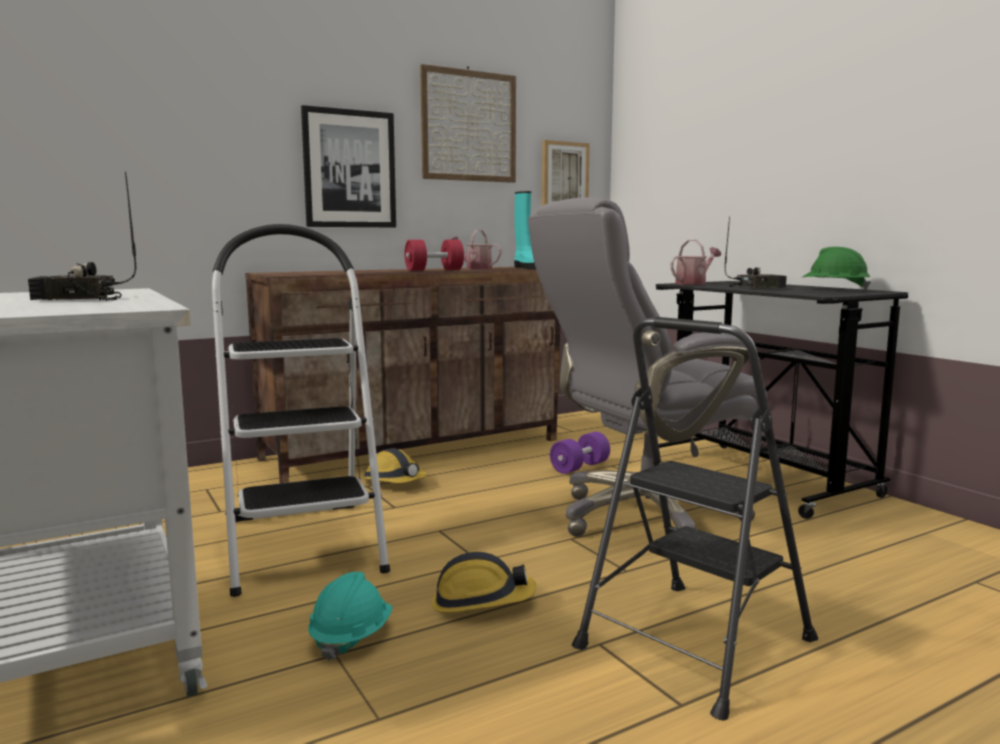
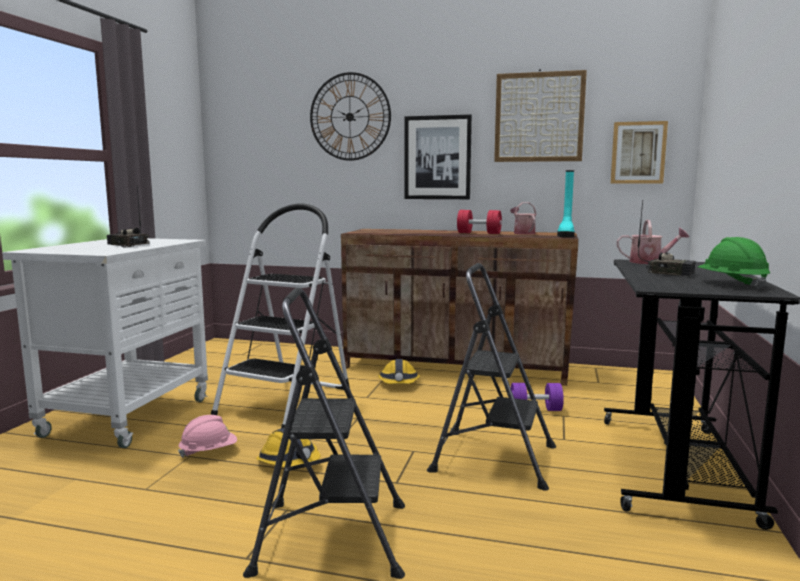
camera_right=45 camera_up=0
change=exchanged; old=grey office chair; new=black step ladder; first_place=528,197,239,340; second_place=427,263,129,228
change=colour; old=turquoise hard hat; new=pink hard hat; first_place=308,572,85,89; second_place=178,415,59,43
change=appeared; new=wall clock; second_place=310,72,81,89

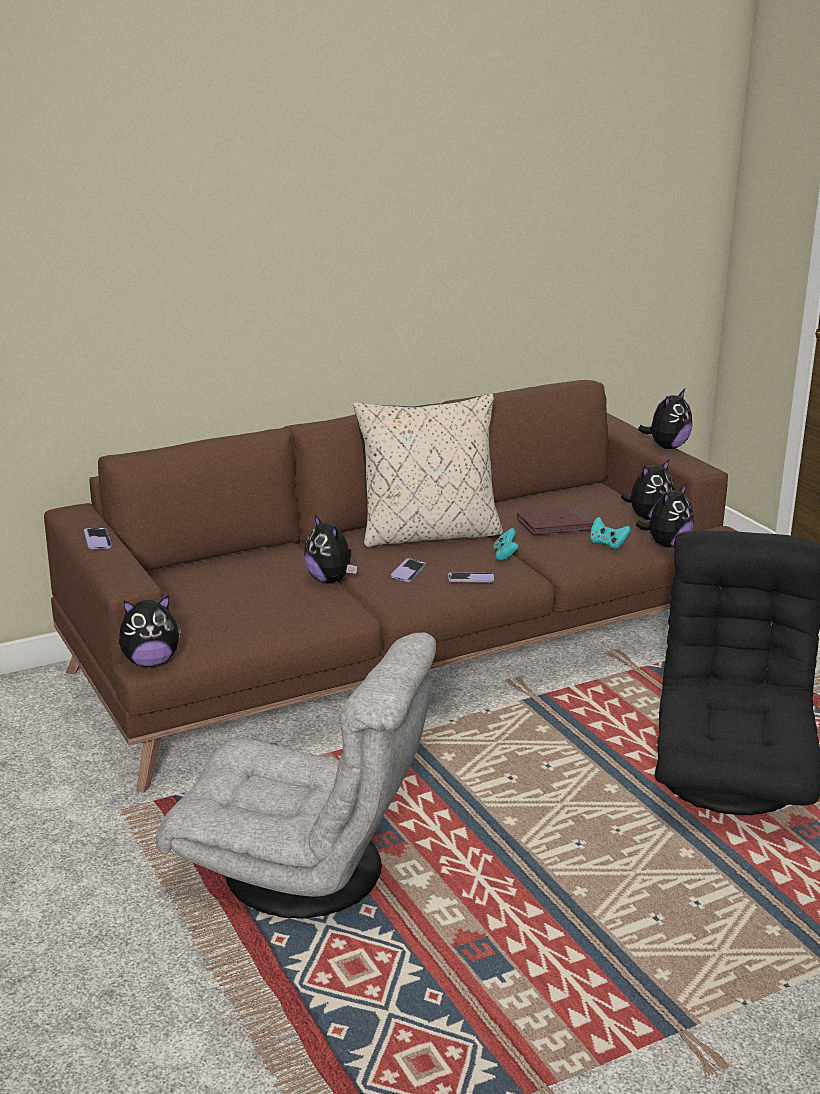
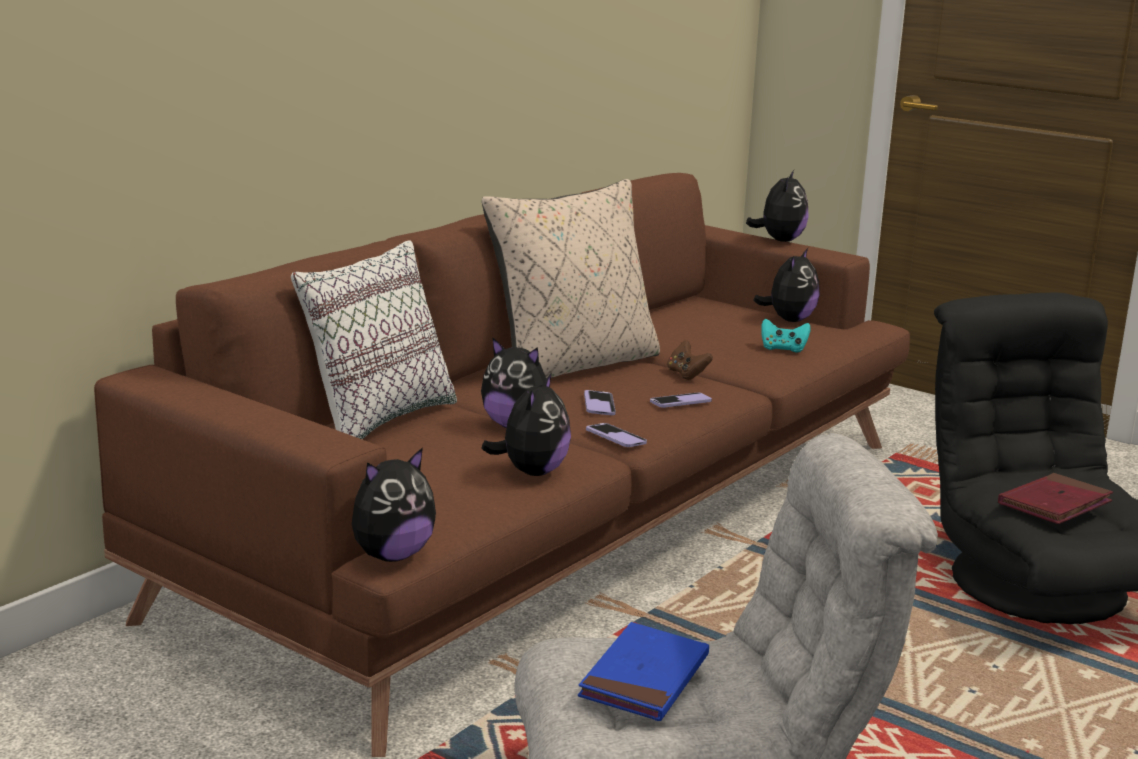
camera_right=-25 camera_up=-5
change=relocated; old=plush toy; first_place=636,483,58,65; second_place=481,372,90,104
change=relocated; old=red book; first_place=517,507,78,28; second_place=998,473,115,51
change=relocated; old=phone; first_place=84,528,28,21; second_place=586,423,61,24
change=colour; old=turquoise game controller; new=brown game controller; first_place=493,528,26,33; second_place=667,340,46,40
change=appeared; new=white pillow; second_place=291,240,166,200
change=appeared; new=blue book; second_place=578,622,131,99

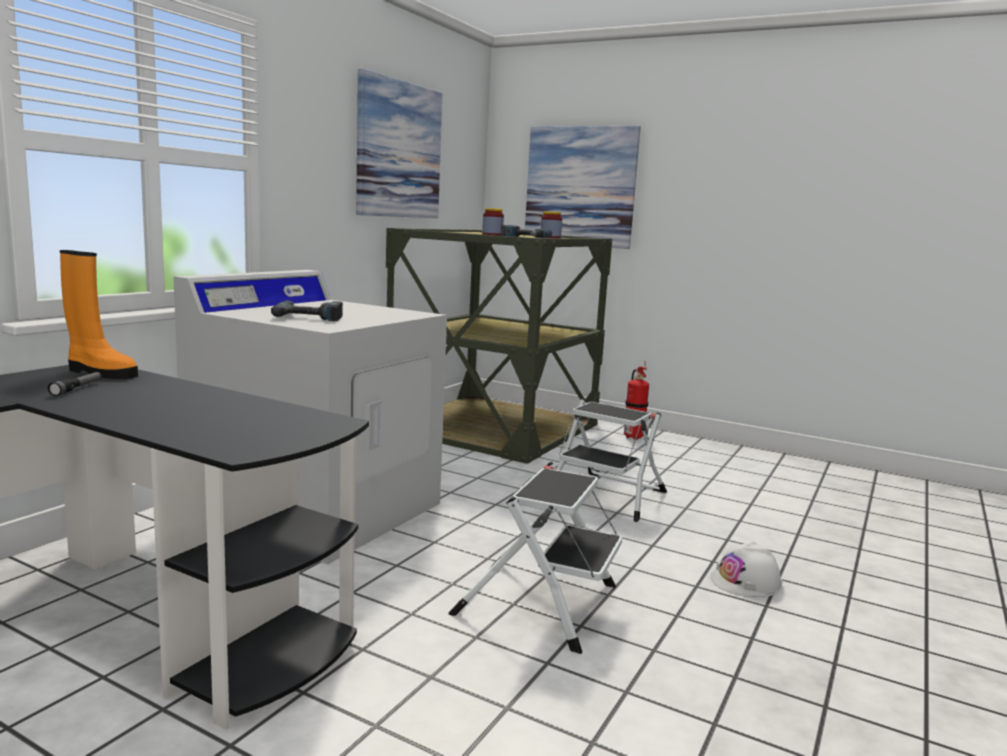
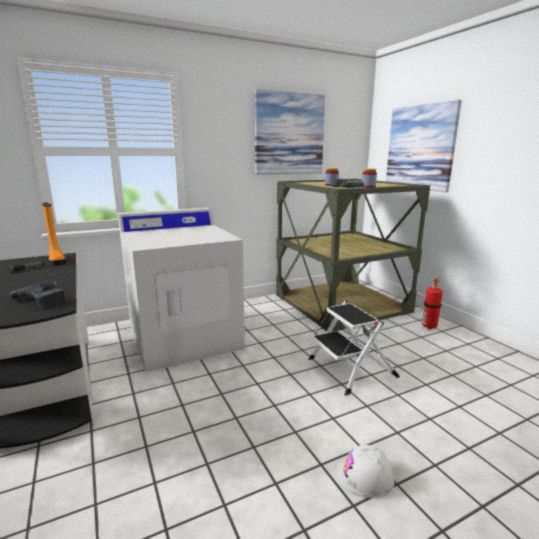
camera_right=35 camera_up=5
change=relocated; old=power drill; first_place=271,300,72,21; second_place=10,281,56,27
change=missing; old=step ladder; first_place=448,462,174,192

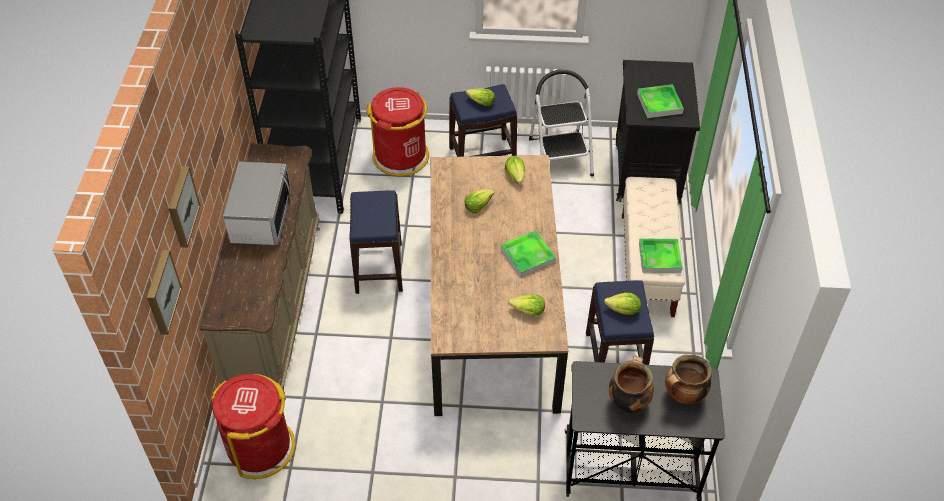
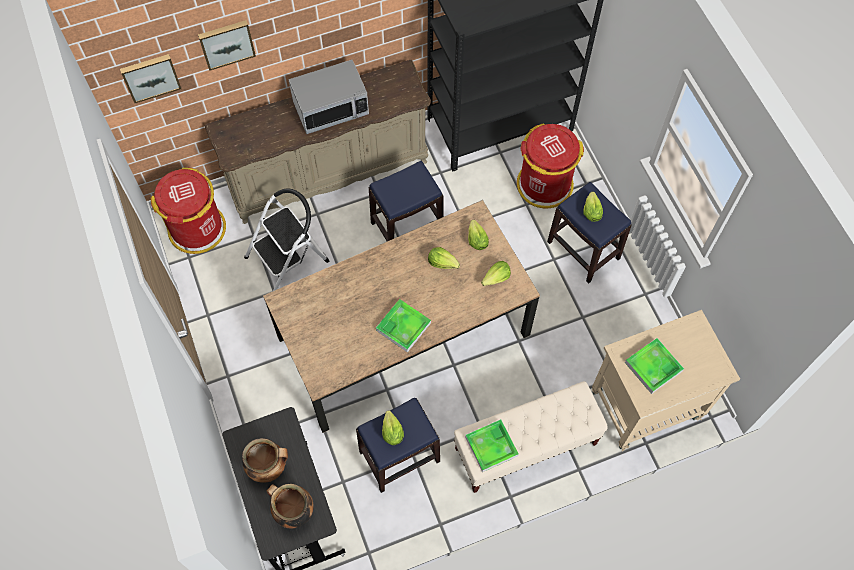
camera_right=65 camera_up=15
change=colour; old=black cart; new=beige cart; first_place=615,60,85,144; second_place=592,310,148,141
change=relocated; old=step ladder; first_place=529,69,65,107; second_place=244,189,85,102
change=relocated; old=lettuce; first_place=508,295,37,21; second_place=468,220,21,30

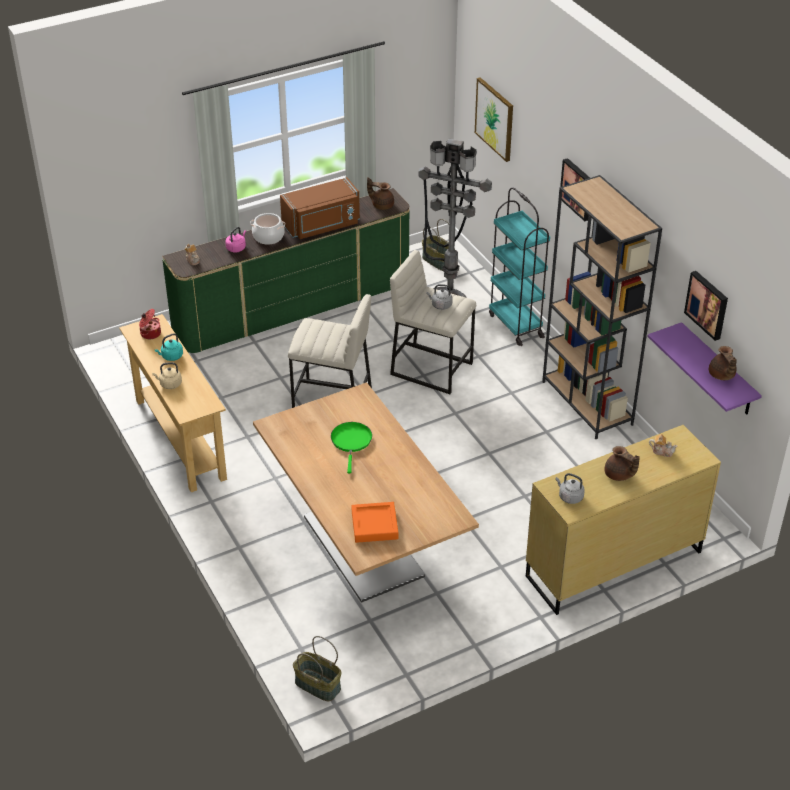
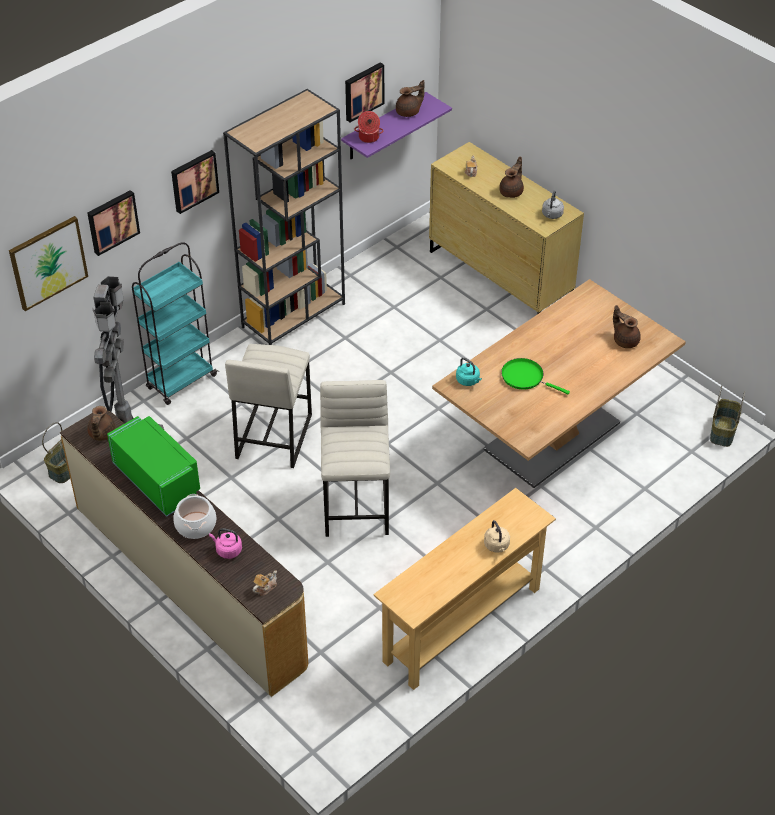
camera_right=-105 camera_up=5
change=colour; old=brown microwave; new=green microwave; first_place=280,177,80,62; second_place=107,416,93,101
change=colour; old=green cabinet; new=brown cabinet; first_place=162,188,247,165; second_place=60,410,248,287
change=missing; old=grey kettle; first_place=427,284,25,26
change=relocated; old=cooking pot; first_place=139,309,22,30; second_place=354,111,29,32
change=relocated; old=turquoise kettle; first_place=155,333,28,28; second_place=456,358,26,28
change=spun; old=green frying pan; first_place=331,422,41,51; second_place=501,358,69,36; degrees=45
change=exchanged; old=orange tray; new=brown teapot; first_place=352,502,46,41; second_place=613,305,28,43
change=appeared; new=picture; second_place=87,190,53,66

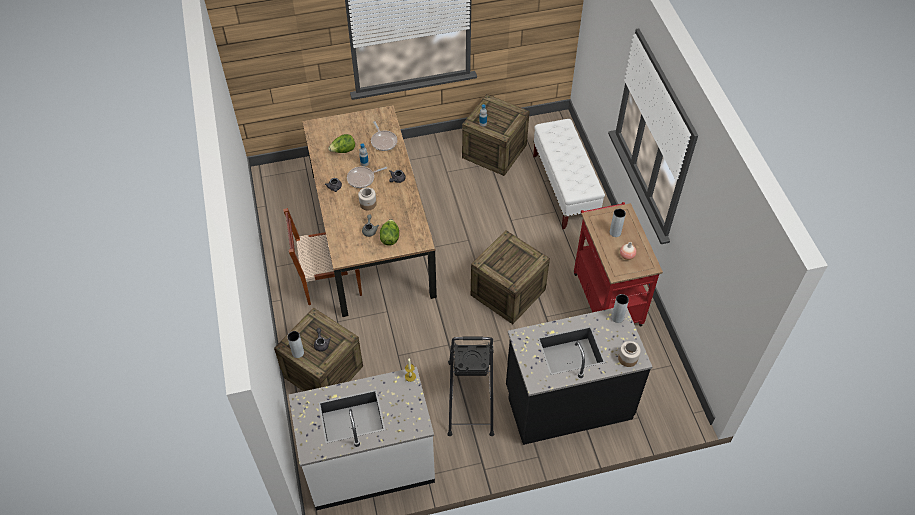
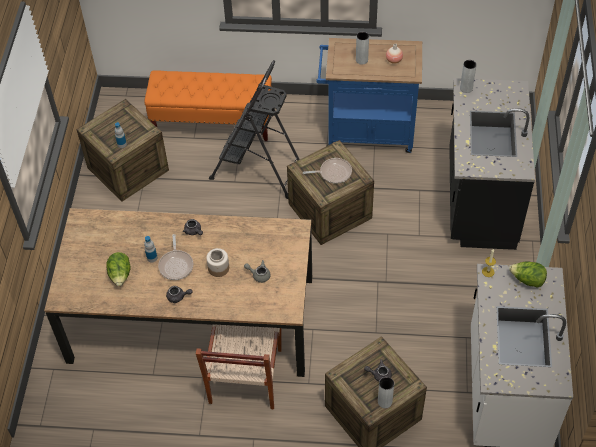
camera_right=-70 camera_up=0
change=colour; old=white bench; new=orange bench; first_place=533,119,72,110; second_place=145,71,127,70
change=relocated; old=frying pan; first_place=371,121,26,30; second_place=303,158,49,26
change=colour; old=red cart; new=blue cart; first_place=574,202,89,125; second_place=316,38,106,115
change=relocated; old=lettuce; first_place=380,219,19,27; second_place=509,261,38,27
change=relocated; old=step ladder; first_place=447,336,47,100; second_place=209,60,91,139
change=missing; old=jar; first_place=618,341,23,26

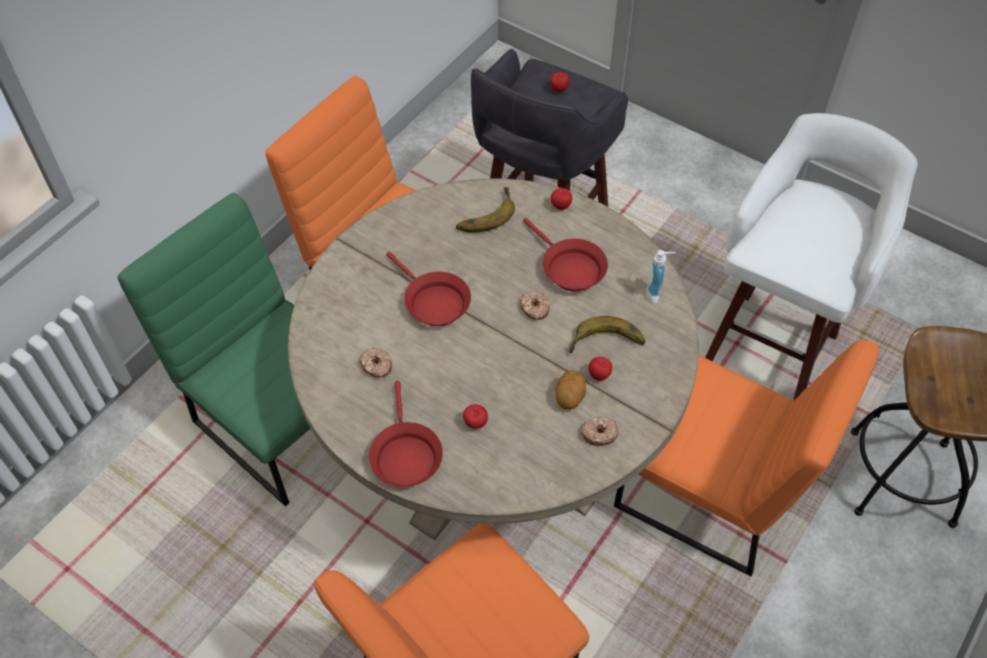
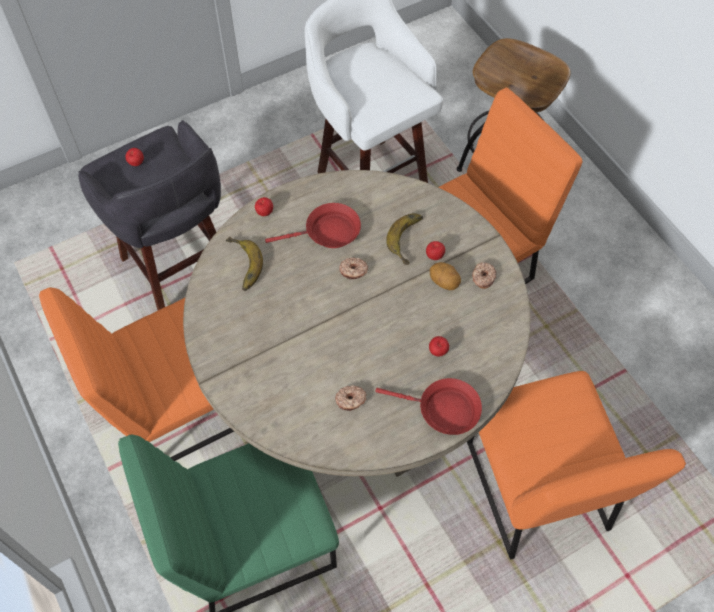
camera_right=-65 camera_up=5
change=missing; old=soap dispenser; first_place=646,250,29,54
change=missing; old=red frying pan; first_place=386,252,85,74

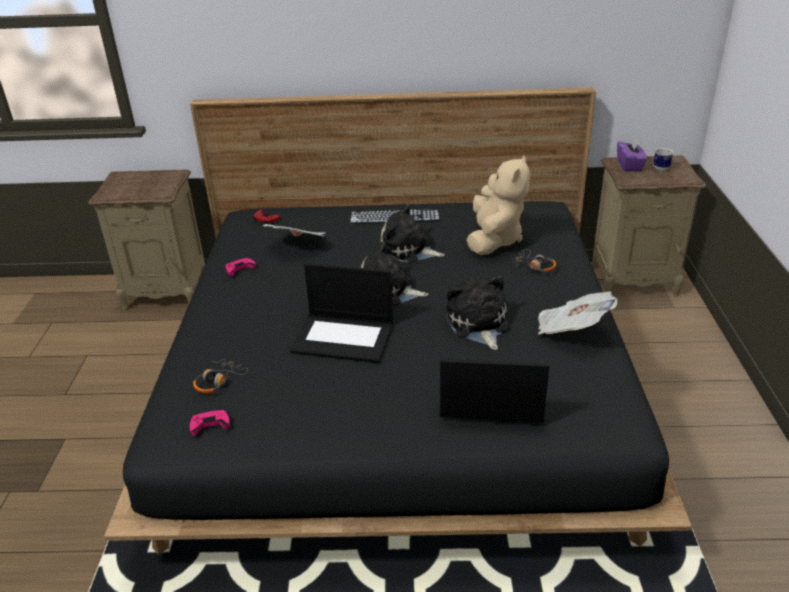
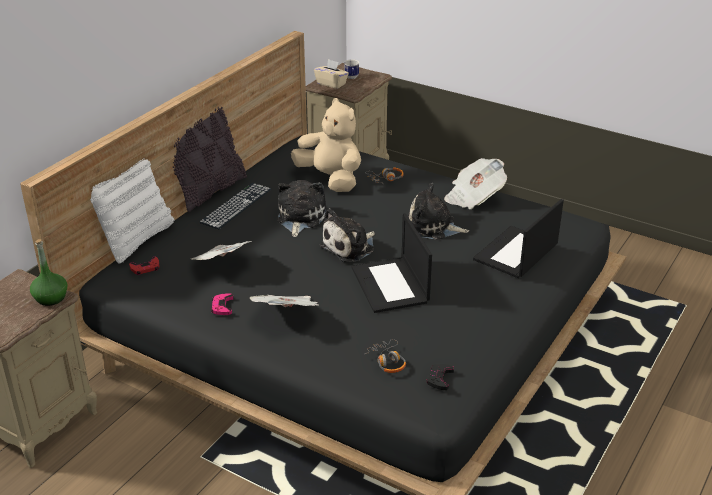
camera_right=-60 camera_up=0
change=colour; old=purple tissue box; new=beige tissue box; first_place=617,137,30,34; second_place=314,59,35,30
change=spun; old=plush toy; first_place=380,204,65,59; second_place=277,180,49,57; degrees=135
change=spun; old=laptop; first_place=290,263,103,100; second_place=351,213,81,100; degrees=120
change=colour; old=pink game controller; new=black game controller; first_place=189,409,41,27; second_place=426,364,28,26
change=appeared; new=black pillow; second_place=173,106,74,107
change=appeared; new=white pillow; second_place=90,158,85,106
change=appeared; new=green bottle; second_place=30,239,37,67
change=appeared; new=newspaper; second_place=250,295,68,12

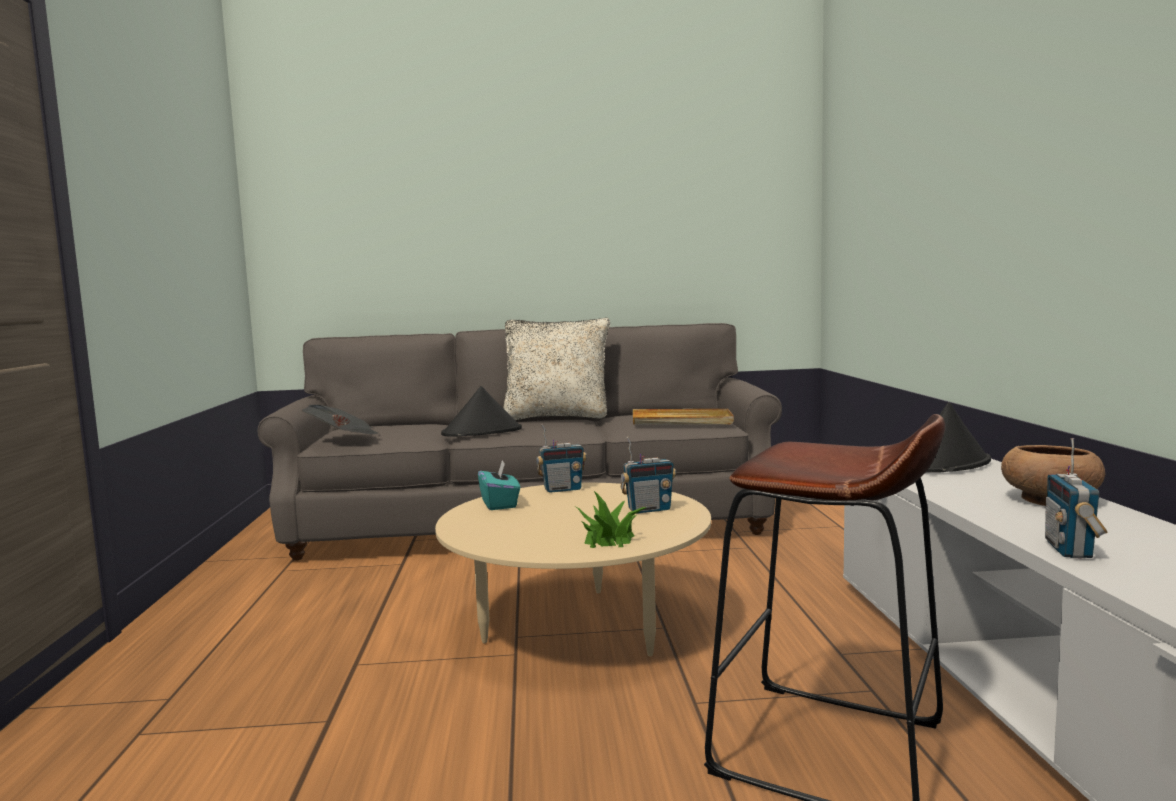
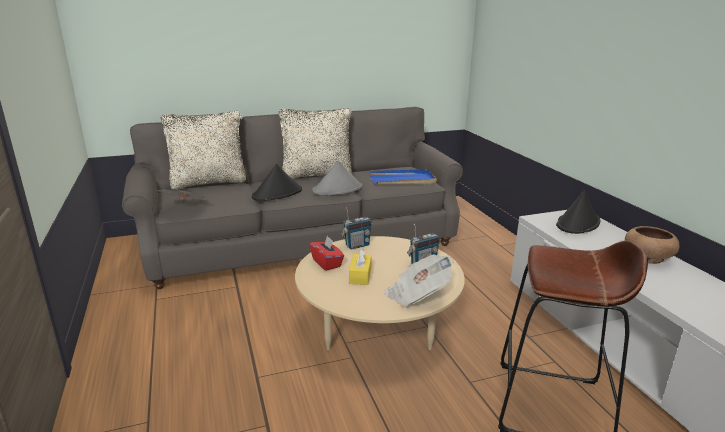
camera_right=-15 camera_up=15
change=colour; old=beige tray; new=blue tray; first_place=633,409,101,16; second_place=369,169,68,16
change=missing; old=radio; first_place=1045,438,63,120
change=colour; old=turquoise tissue box; new=red tissue box; first_place=478,459,42,51; second_place=310,236,34,35
change=exchanged; old=potted plant; new=newspaper; first_place=576,491,71,57; second_place=384,254,70,53
change=appeared; new=beige pillow; second_place=161,111,85,79
change=appeared; new=grey hat; second_place=312,160,51,35
change=appeared; new=yellow tissue box; second_place=349,249,23,36

